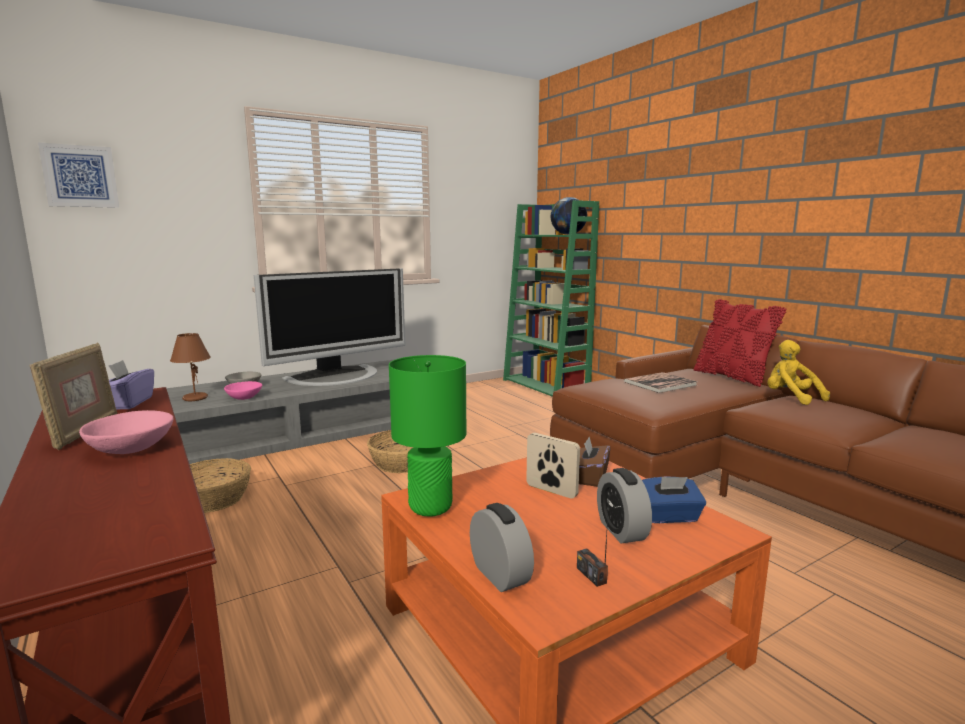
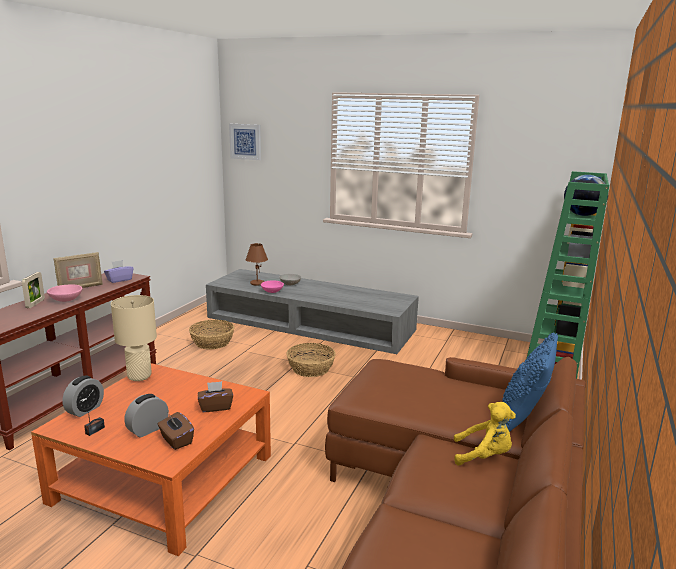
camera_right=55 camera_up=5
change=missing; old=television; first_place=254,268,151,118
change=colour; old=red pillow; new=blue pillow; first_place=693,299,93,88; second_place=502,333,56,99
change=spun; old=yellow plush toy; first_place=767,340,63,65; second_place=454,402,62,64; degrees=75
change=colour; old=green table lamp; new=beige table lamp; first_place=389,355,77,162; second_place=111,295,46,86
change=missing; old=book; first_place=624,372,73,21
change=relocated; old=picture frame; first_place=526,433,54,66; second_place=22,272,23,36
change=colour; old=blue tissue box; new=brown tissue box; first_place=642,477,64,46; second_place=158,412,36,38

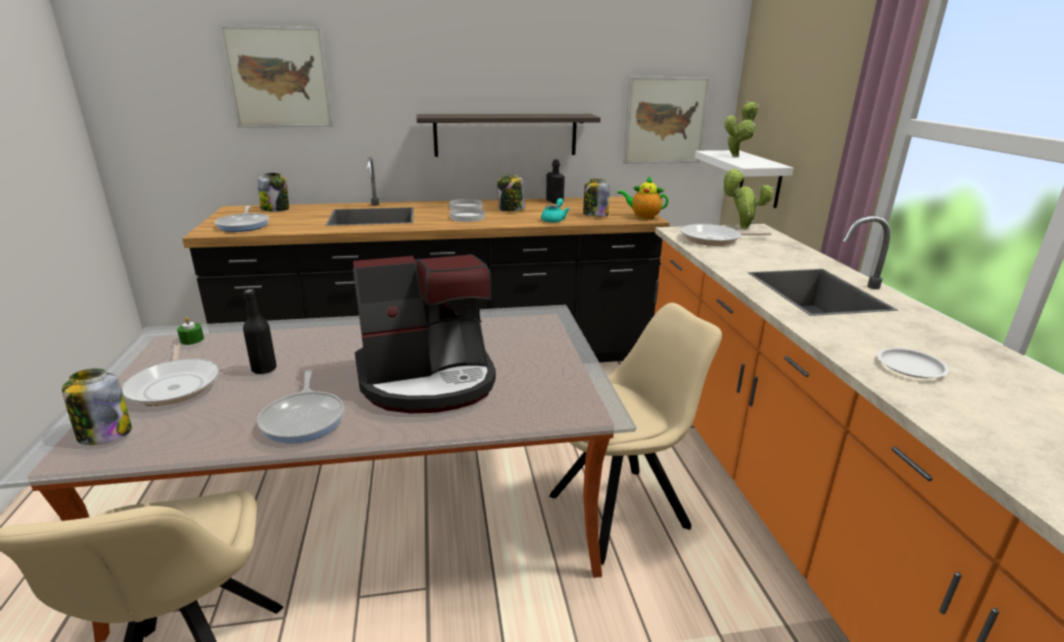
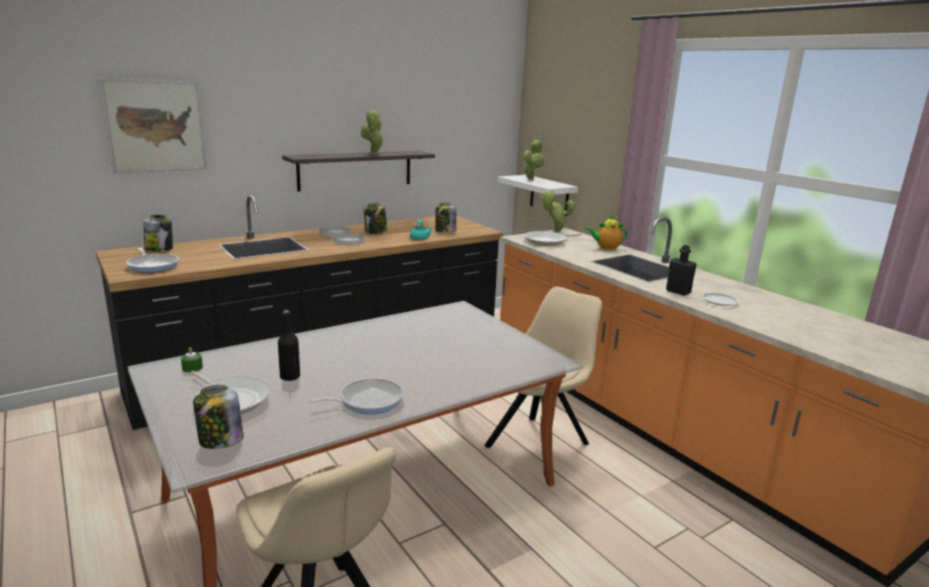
camera_right=-25 camera_up=-5
change=missing; old=picture; first_place=623,77,88,87
change=relocated; old=black bottle; first_place=546,159,19,45; second_place=666,245,31,51
change=relocated; old=teapot; first_place=618,176,50,44; second_place=585,214,42,37
change=missing; old=coffee machine; first_place=353,254,143,159
change=spun; old=frying pan; first_place=257,370,87,74; second_place=307,378,97,36; degrees=-75
change=appeared; new=potted plant; second_place=360,109,24,45

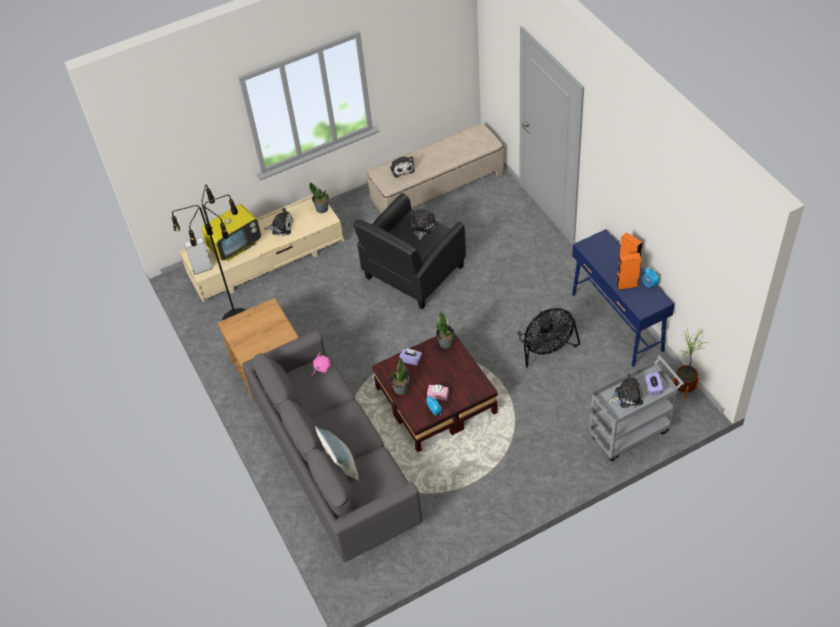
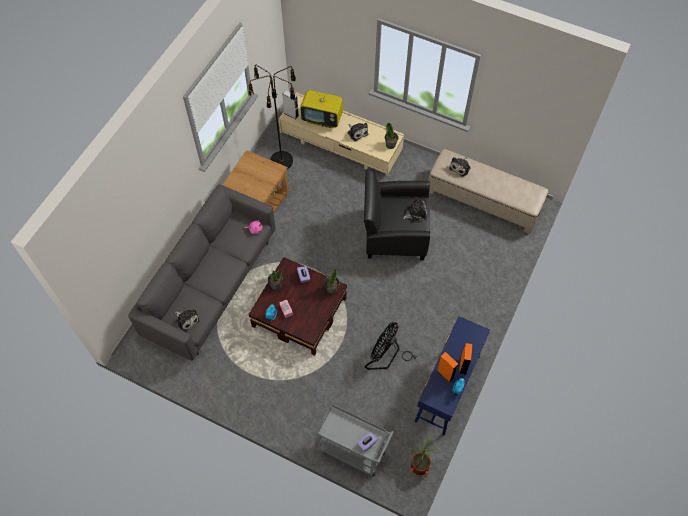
camera_right=50 camera_up=10
change=spun; old=black fan; first_place=517,308,63,60; second_place=365,322,51,48; degrees=90
change=relocated; old=plush toy; first_place=607,374,36,34; second_place=175,309,25,23
change=missing; old=pillow; first_place=315,426,44,55

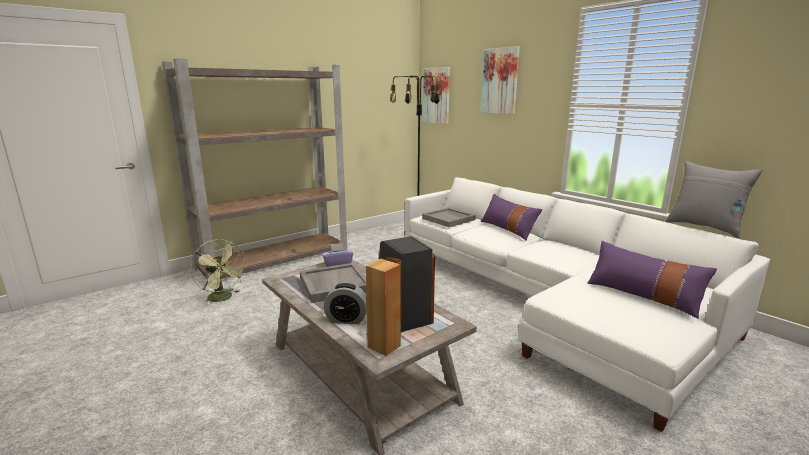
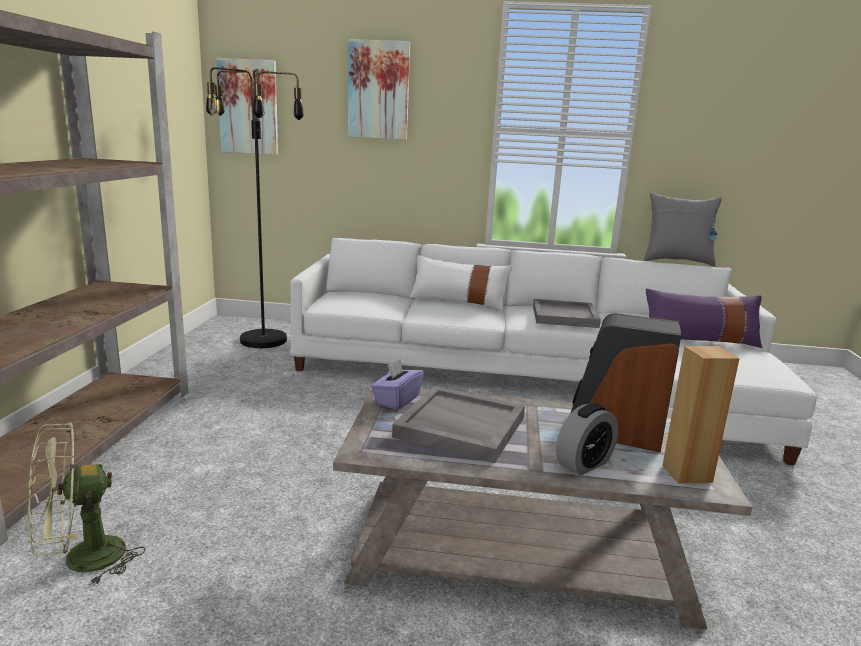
camera_right=-45 camera_up=0
change=colour; old=purple pillow; new=white pillow; first_place=481,194,62,47; second_place=409,255,103,55
change=relocated; old=grey tray; first_place=422,208,54,19; second_place=533,299,68,29
change=spun; old=green fan; first_place=190,239,57,68; second_place=28,422,117,164; degrees=150

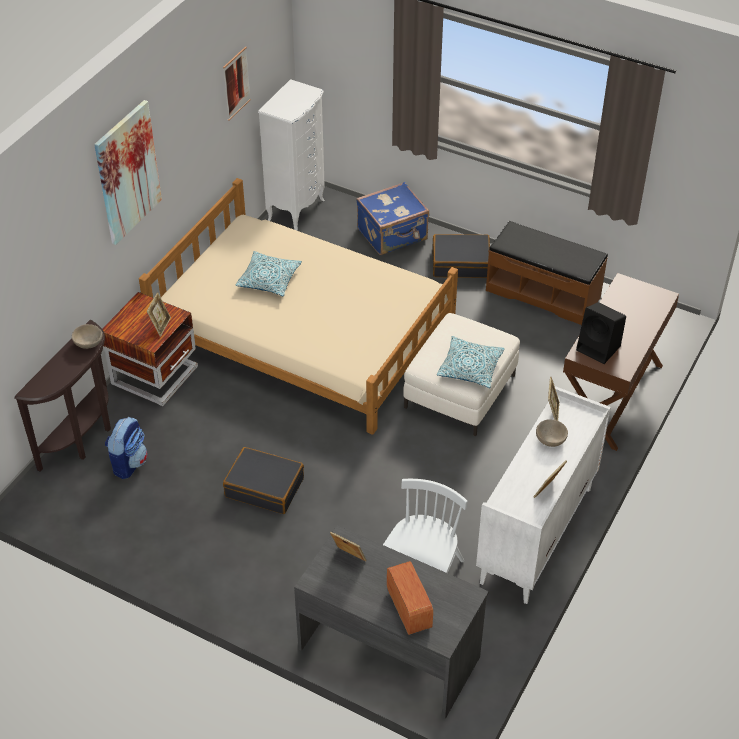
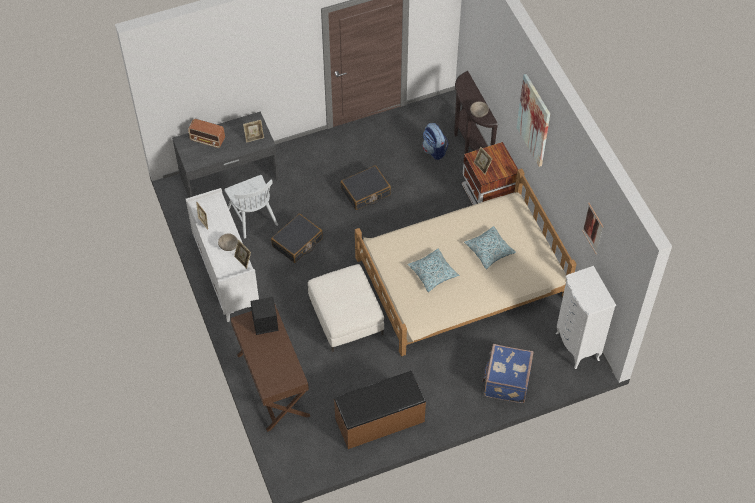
camera_right=130 camera_up=10
change=relocated; old=black suitcase; first_place=432,234,58,44; second_place=271,213,52,50
change=relocated; old=pillow; first_place=437,336,68,52; second_place=407,249,52,43

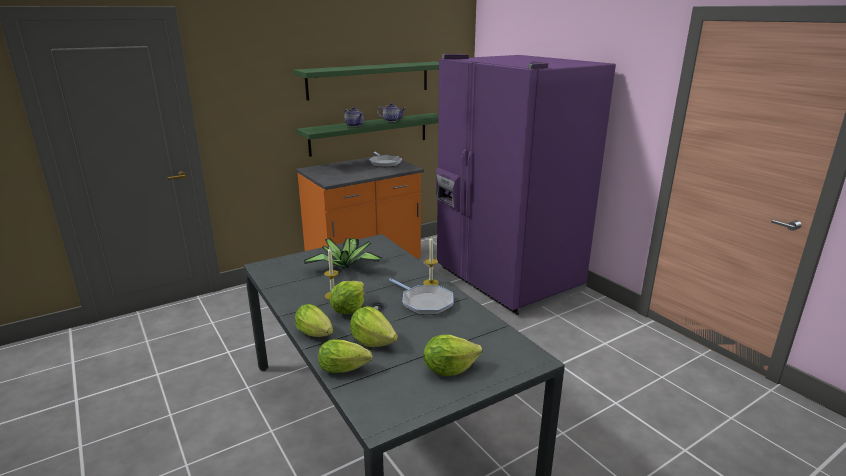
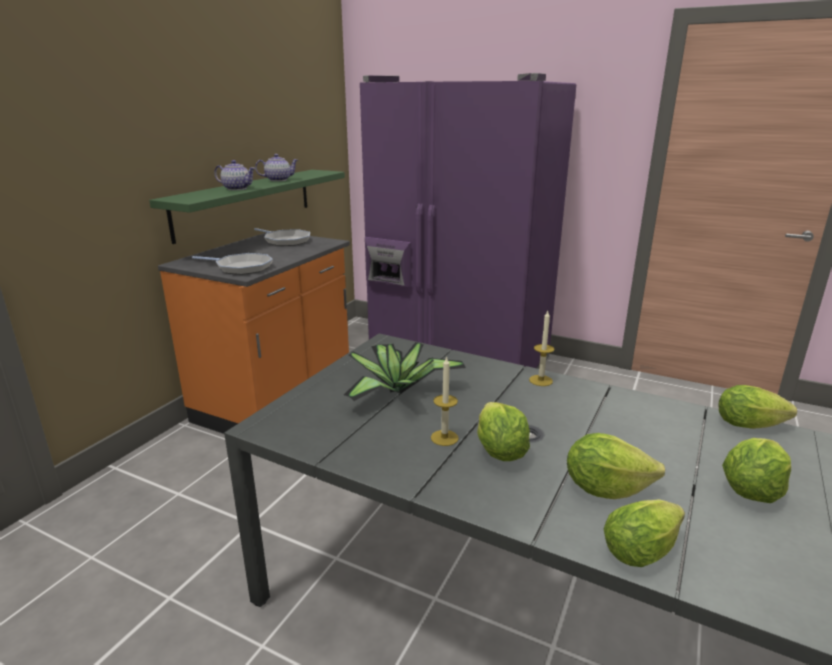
camera_right=-30 camera_up=0
change=missing; old=green shelf; first_place=293,61,146,40
change=relocated; old=frying pan; first_place=389,278,65,37; second_place=192,253,81,22
change=relocated; old=lettuce; first_place=295,304,38,33; second_place=719,385,78,44

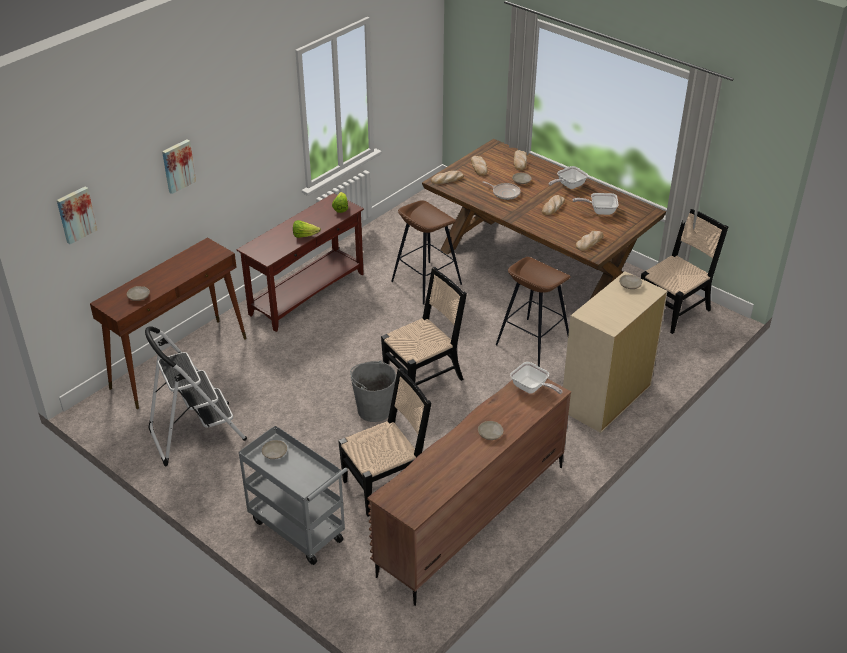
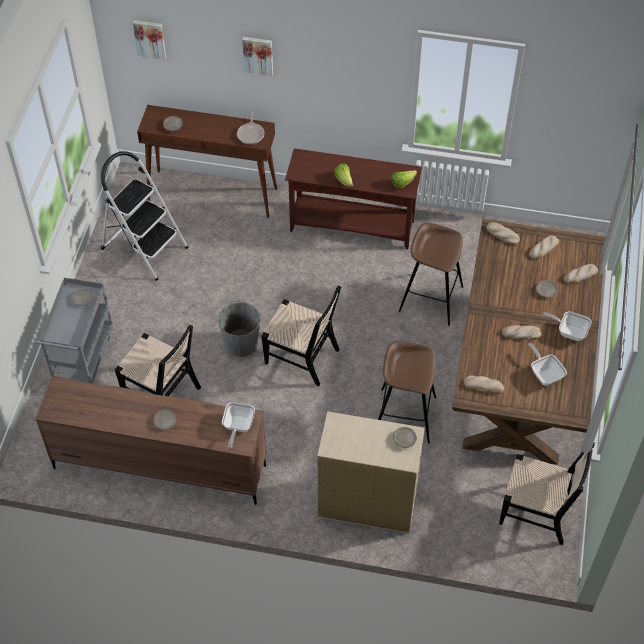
camera_right=60 camera_up=15
change=relocated; old=frying pan; first_place=483,181,37,19; second_place=237,112,28,32

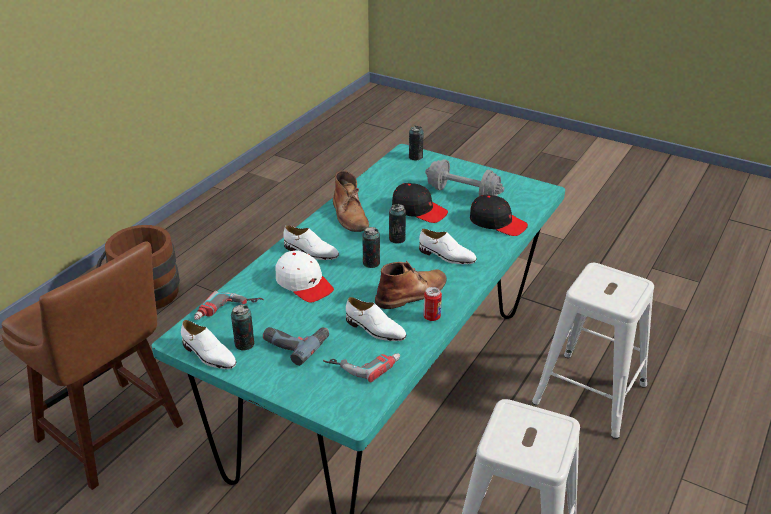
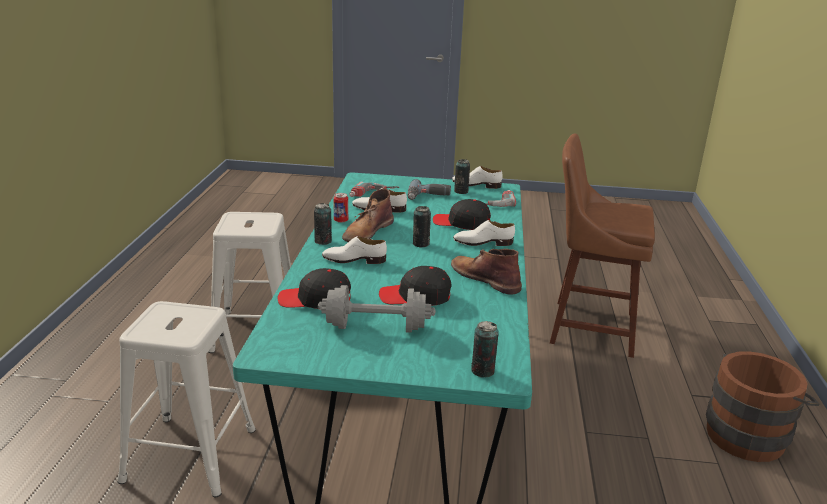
camera_right=155 camera_up=-10
change=relocated; old=can; first_place=389,204,17,40; second_place=314,203,18,42
change=colour; old=white cap; new=black cap; first_place=275,251,59,52; second_place=433,199,58,31

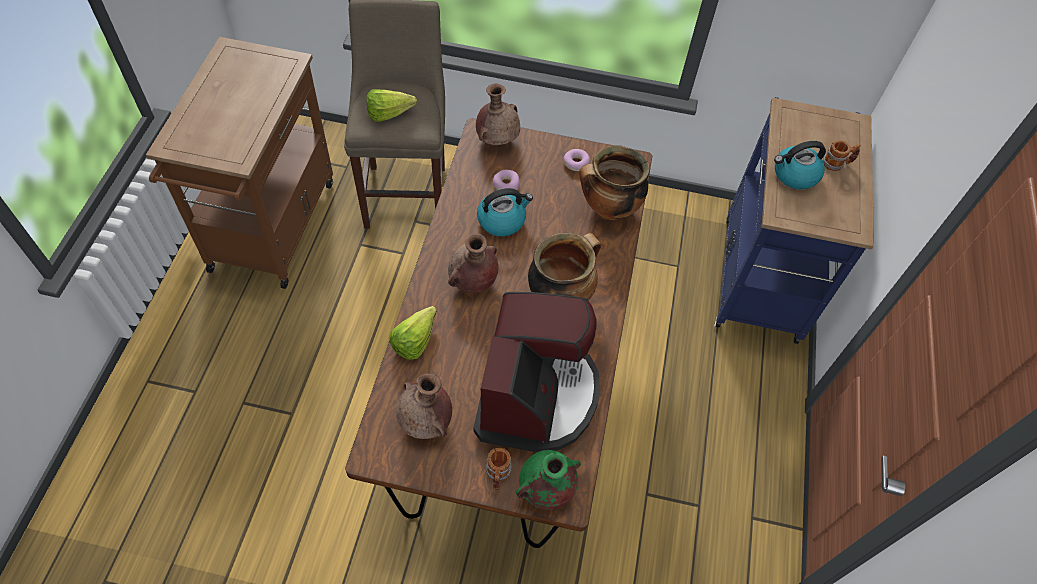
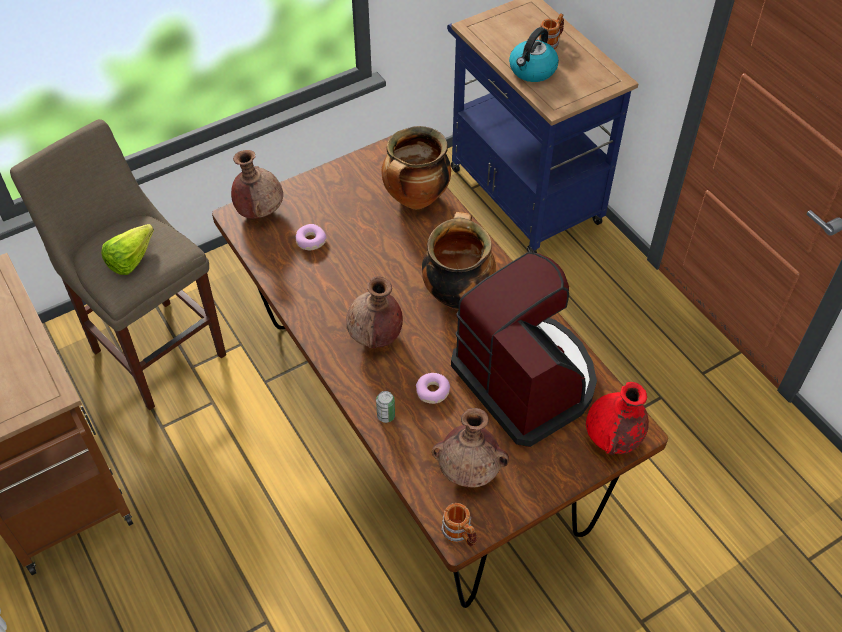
camera_right=-40 camera_up=-5
change=relocated; old=donut; first_place=563,149,27,22; second_place=416,373,34,31
change=missing; old=kettle; first_place=477,188,56,49
change=exchanged; old=lettuce; new=can; first_place=389,306,48,54; second_place=376,391,19,32
change=relocated; old=mug; first_place=486,448,25,42; second_place=441,503,36,44
change=colour; old=green vase; new=red vase; first_place=516,450,65,60; second_place=586,382,63,73

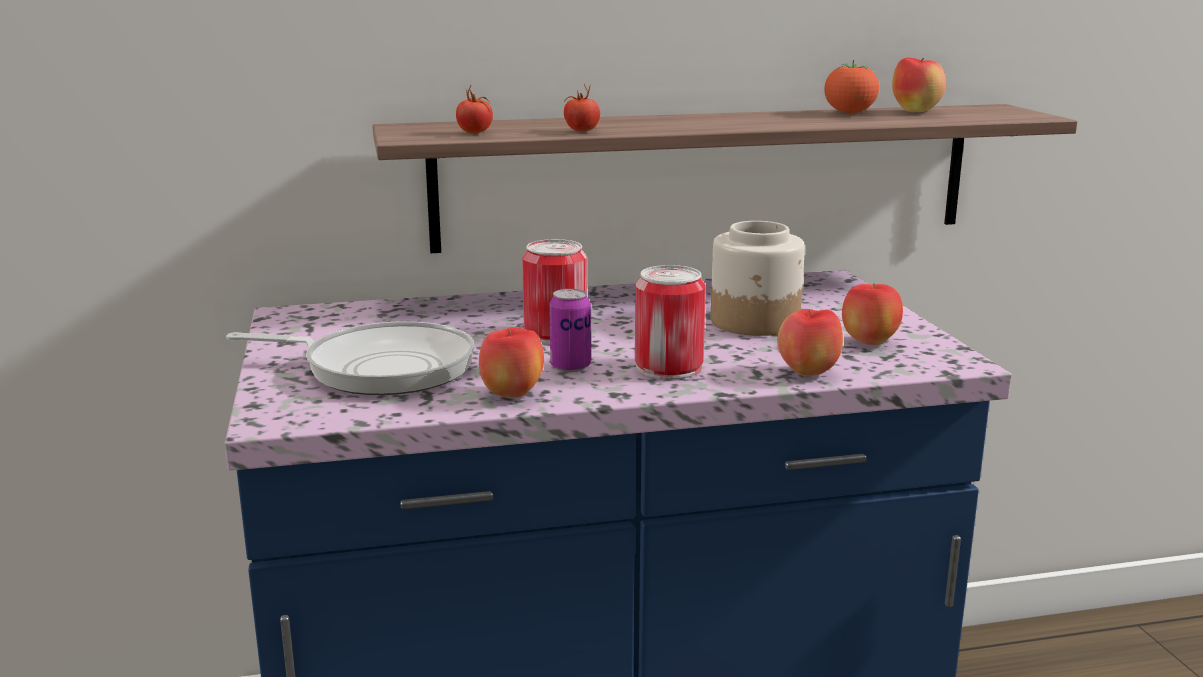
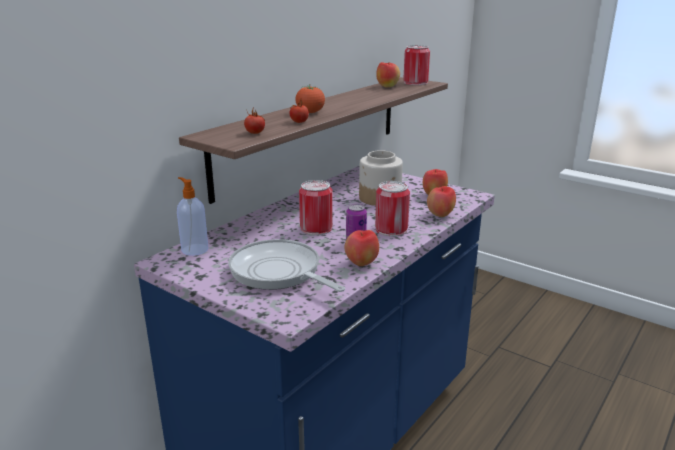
camera_right=-40 camera_up=5
change=relocated; old=tomato; first_place=824,60,55,53; second_place=295,85,30,28
change=spun; old=frying pan; first_place=226,321,249,74; second_place=228,239,117,53; degrees=-105
change=appeared; new=can; second_place=403,45,27,40
change=appeared; new=soap dispenser; second_place=177,177,31,79

